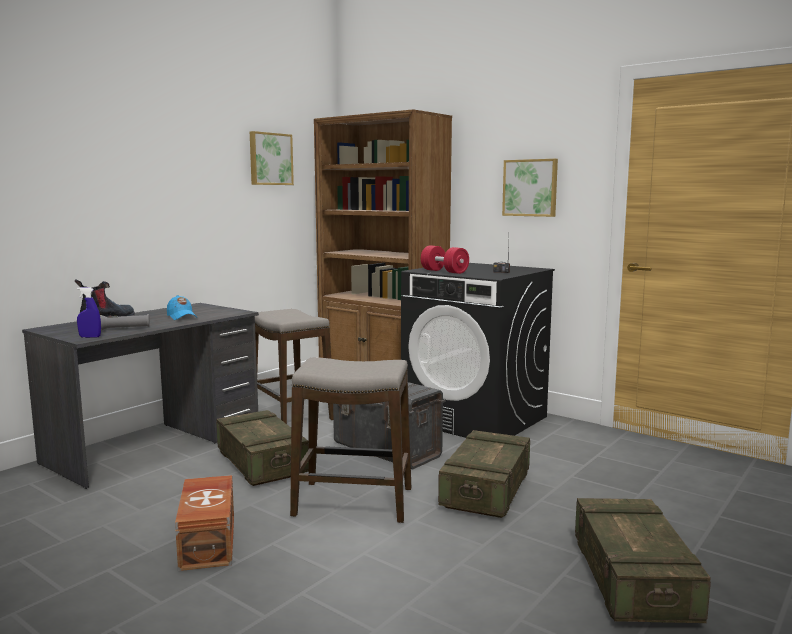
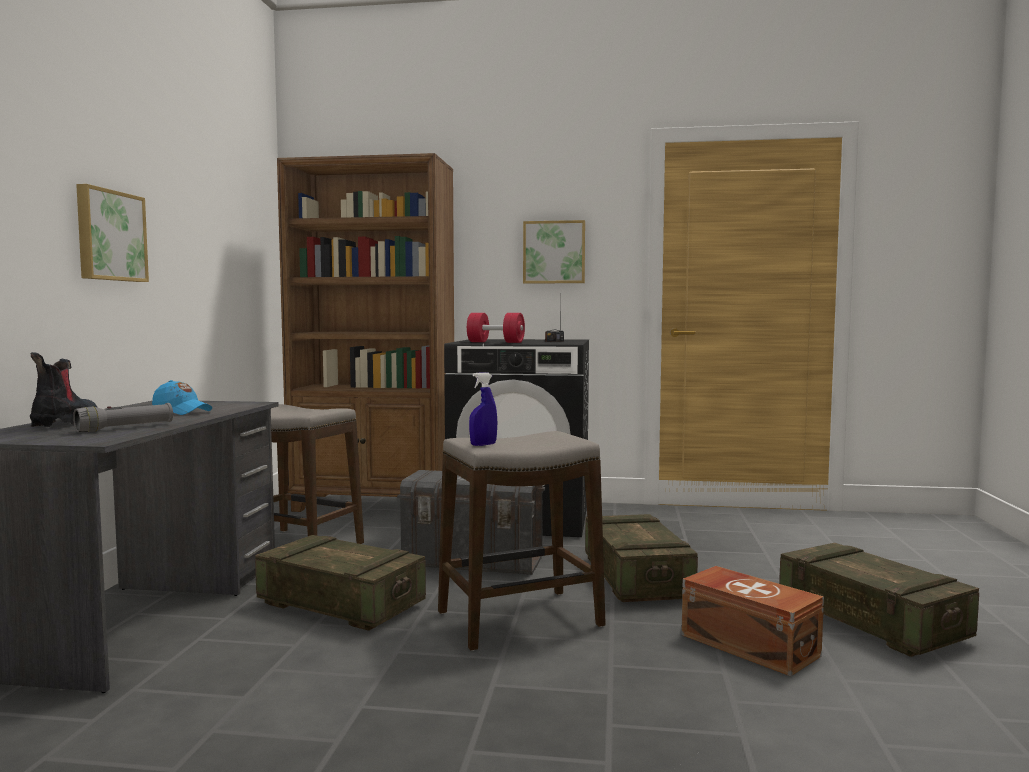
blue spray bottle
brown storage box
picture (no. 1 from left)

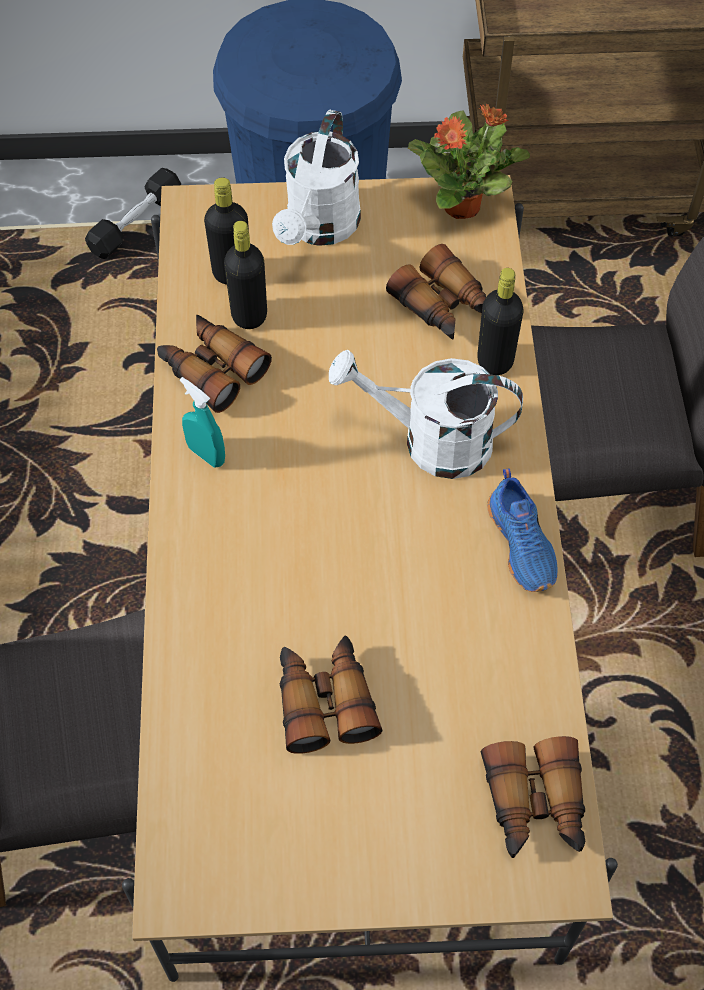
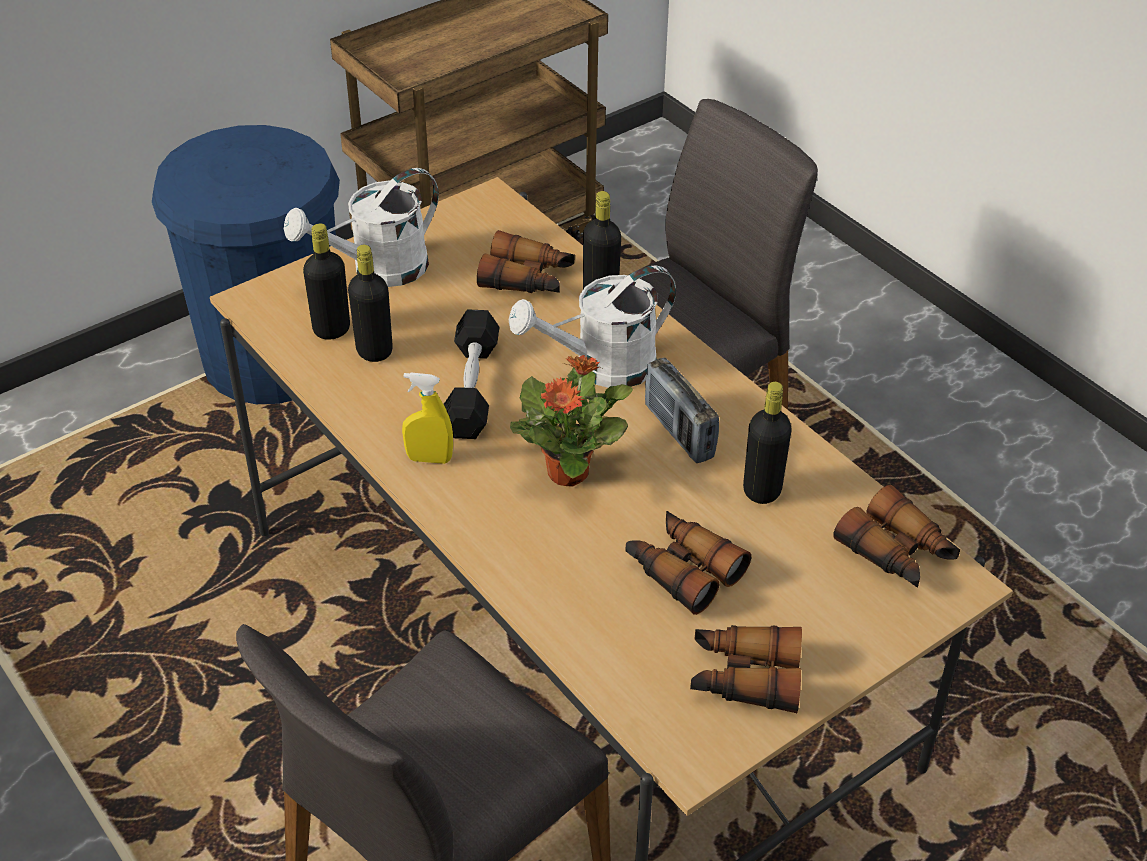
blue shoe
radio
black bottle (no. 4 from left)
black dumbbell
binoculars (no. 3 from left)
potted plant
yellow spray bottle
white watering can (no. 1 from left)

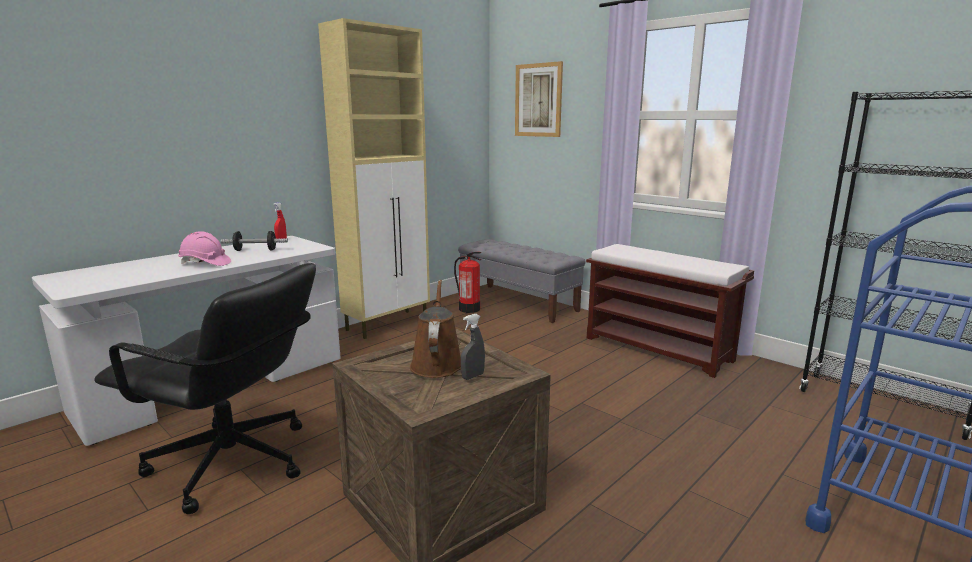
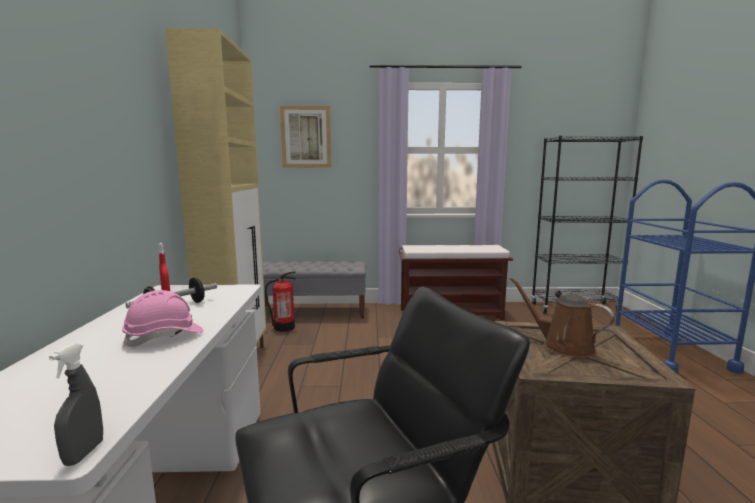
grey spray bottle

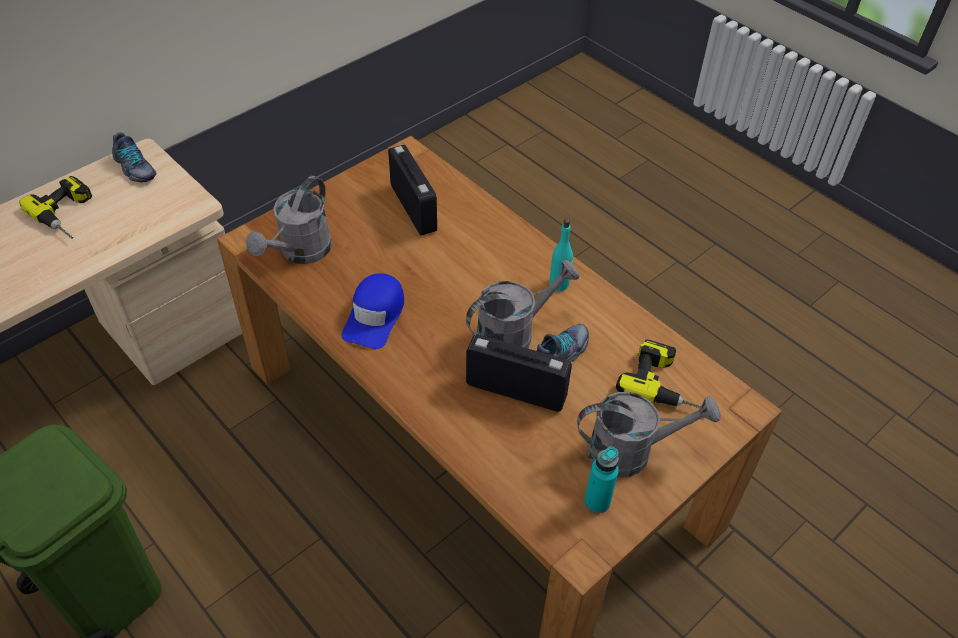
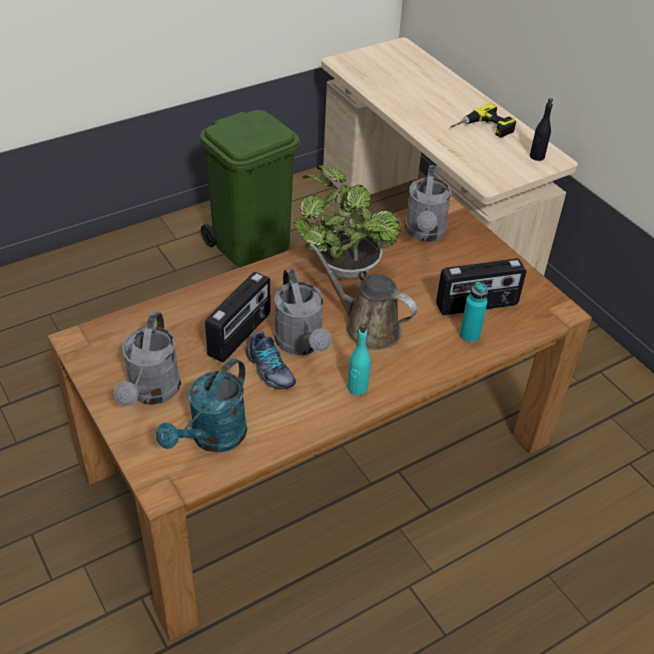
brown watering can
turquoise bottle (no. 2 from left)
black bottle
potted plant
turquoise watering can
grey watering can (no. 3 from left)

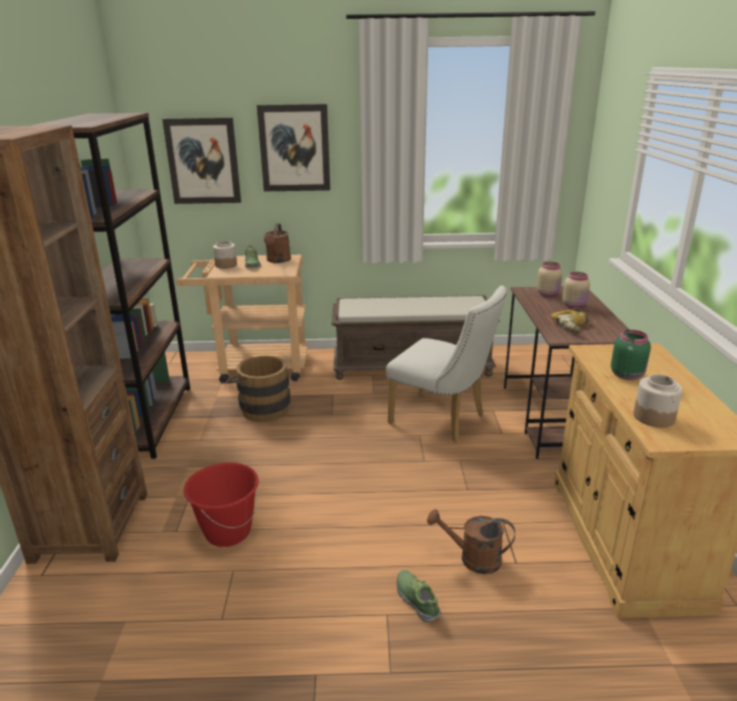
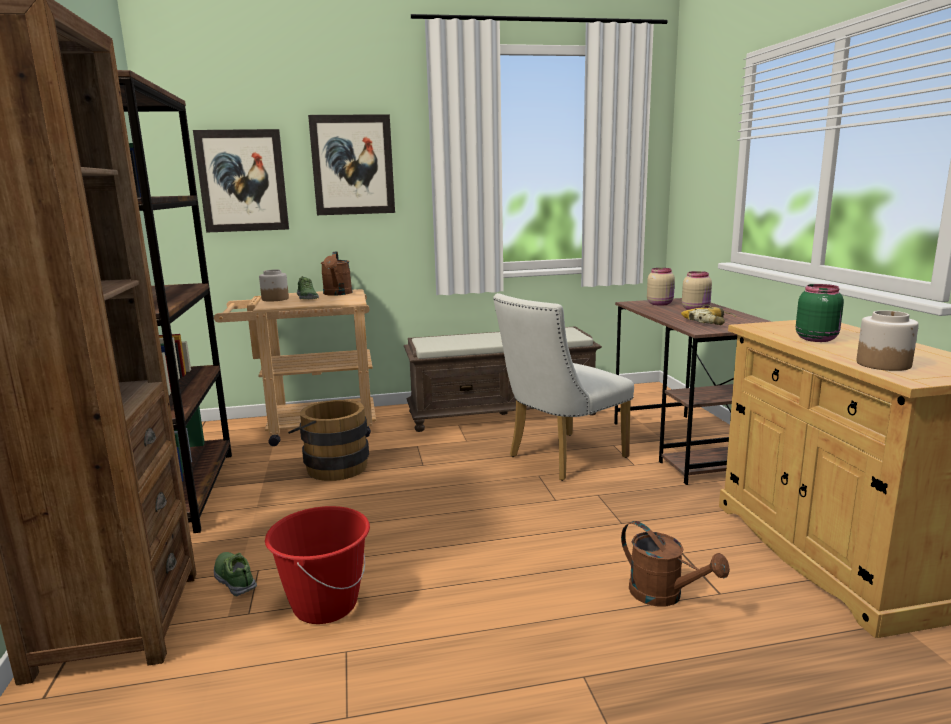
shoe (no. 1 from left)
white chair
brown watering can (no. 2 from left)

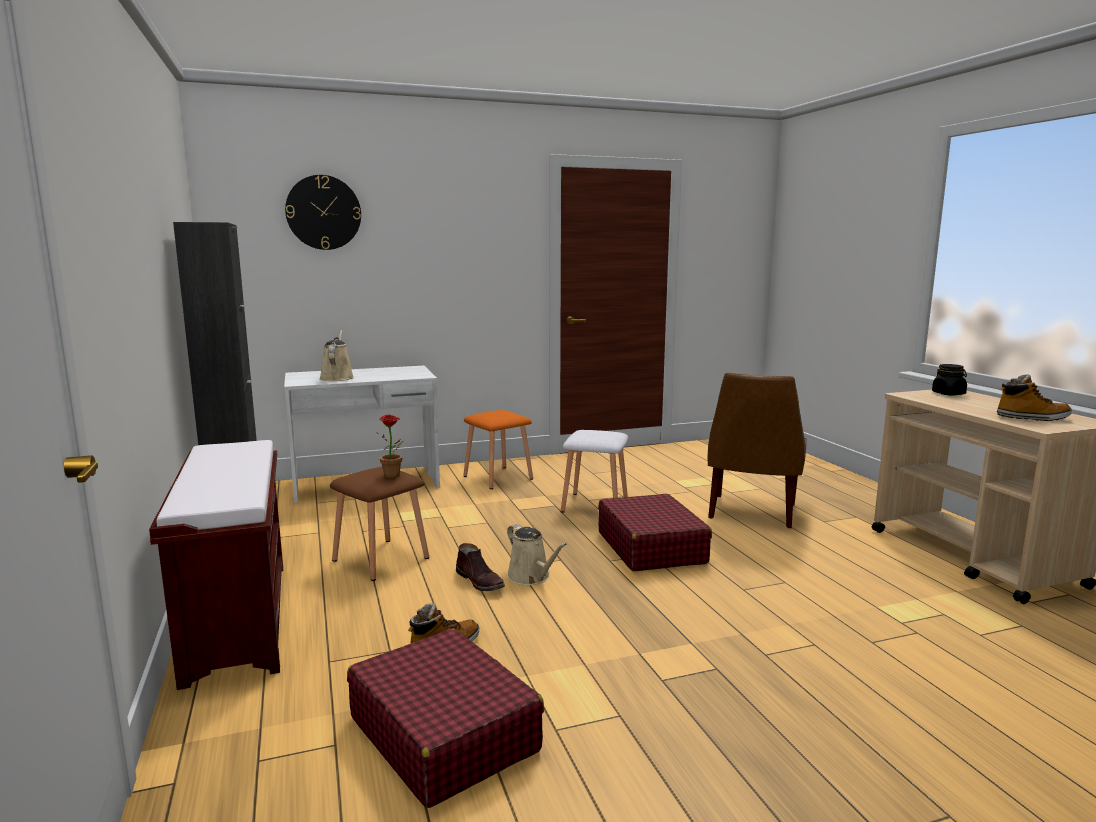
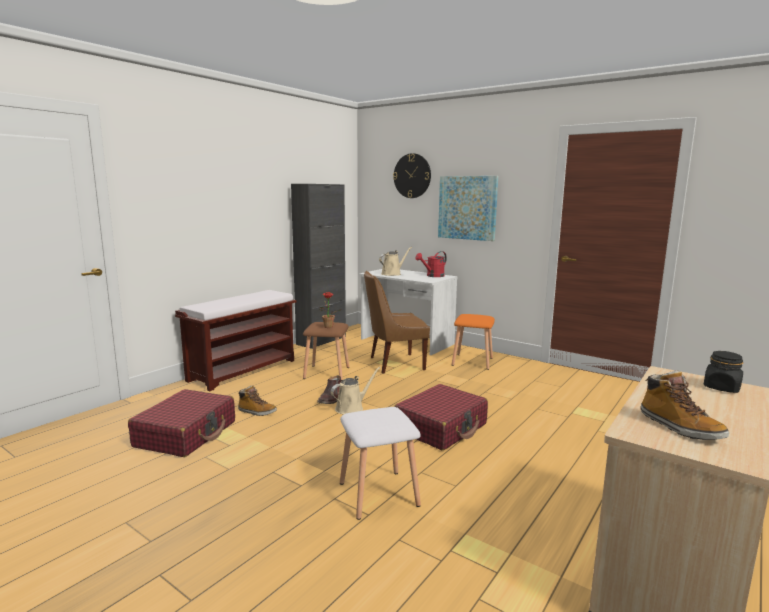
red watering can
picture
white stool
brown chair
beige watering can (no. 1 from left)

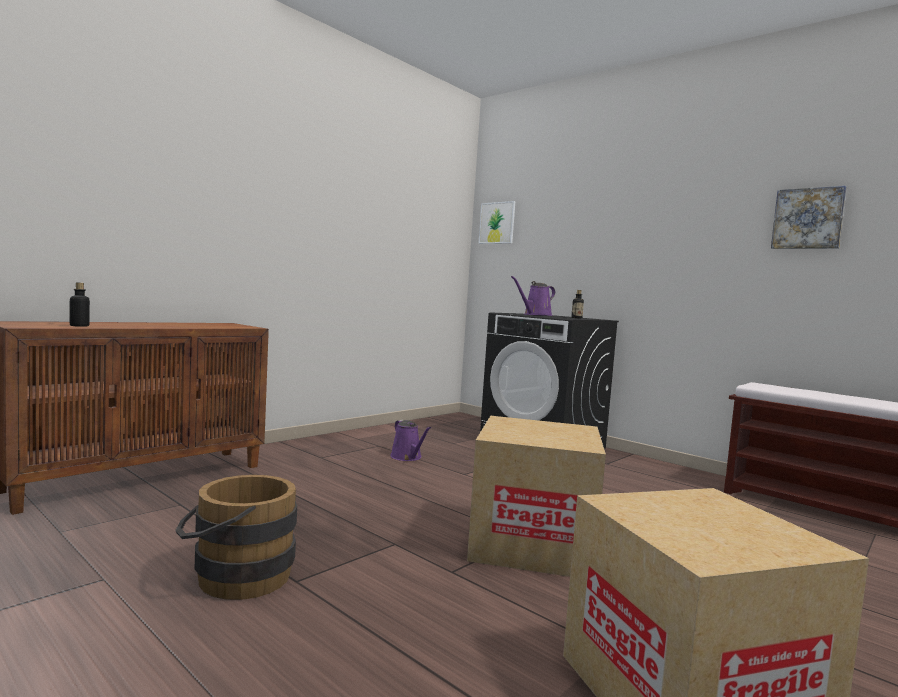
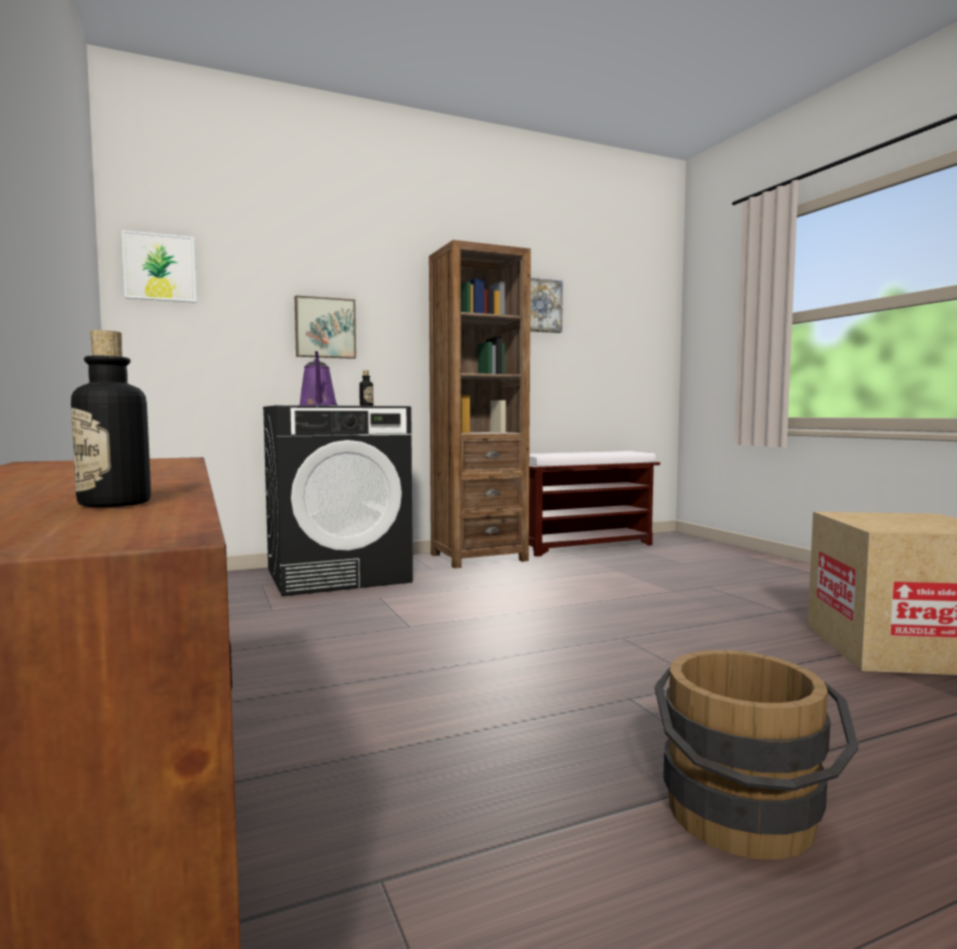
purple watering can (no. 1 from left in the first image)
cardboard box (no. 1 from left in the first image)
picture (no. 2 from left)
brown bookcase

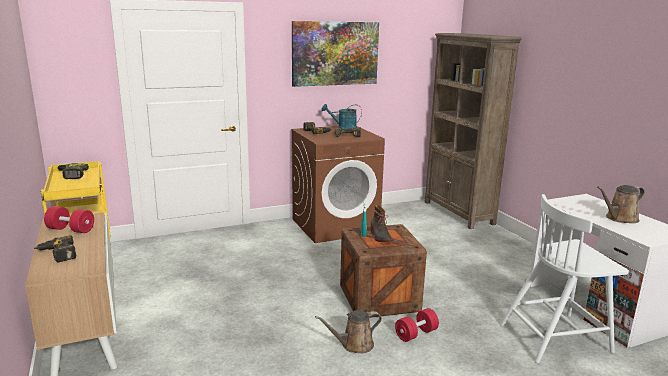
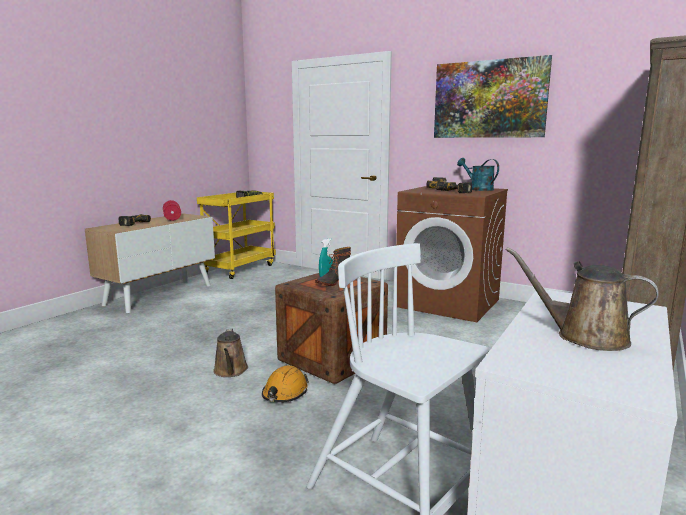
orange hard hat
brown watering can (no. 1 from left)

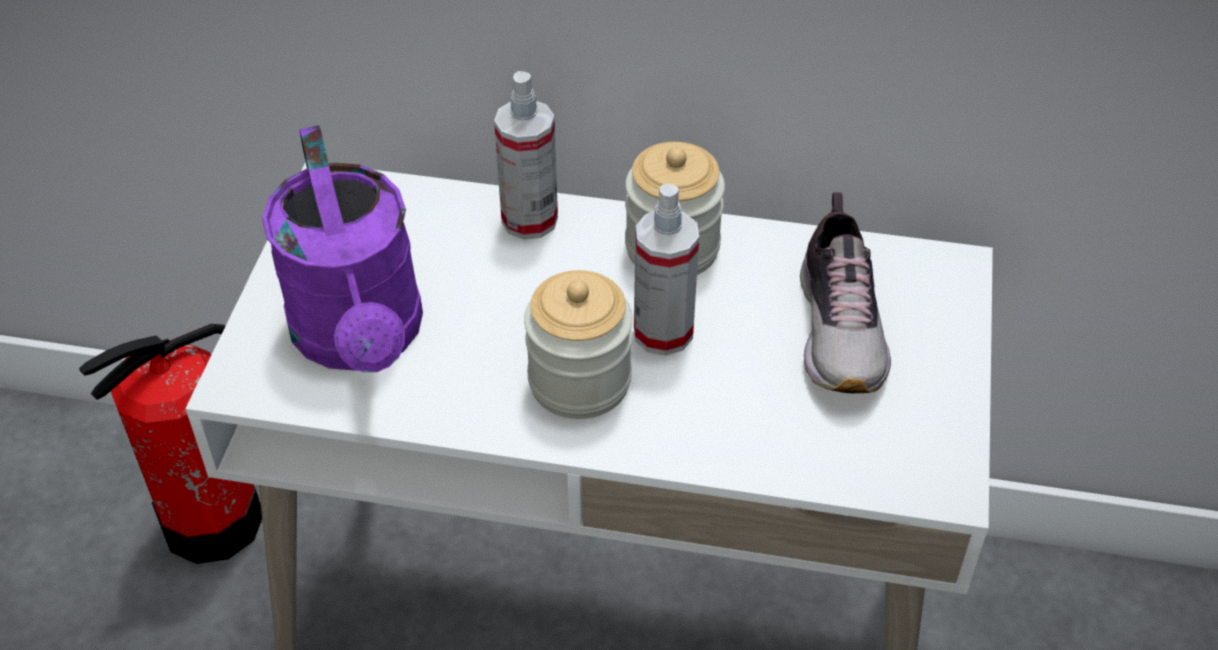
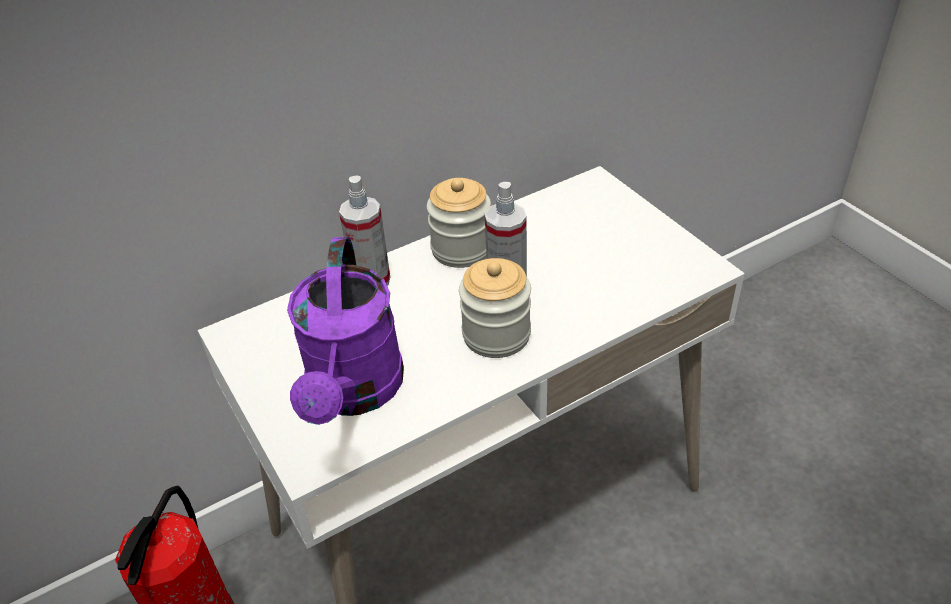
shoe
purple watering can

